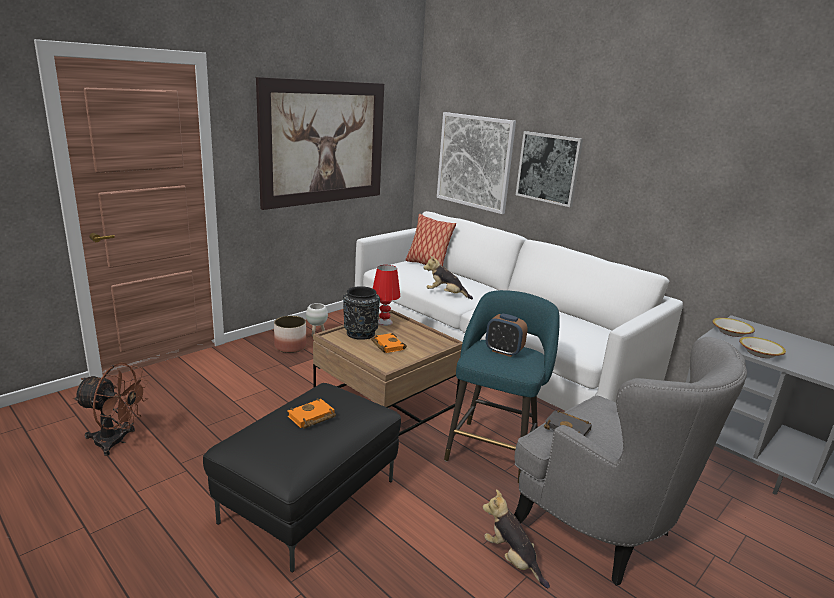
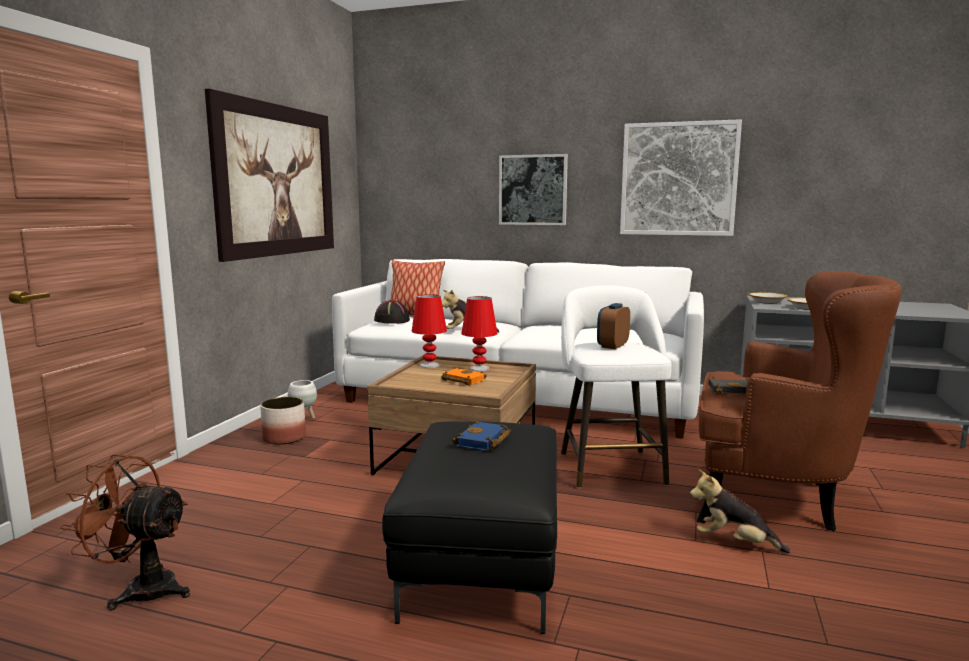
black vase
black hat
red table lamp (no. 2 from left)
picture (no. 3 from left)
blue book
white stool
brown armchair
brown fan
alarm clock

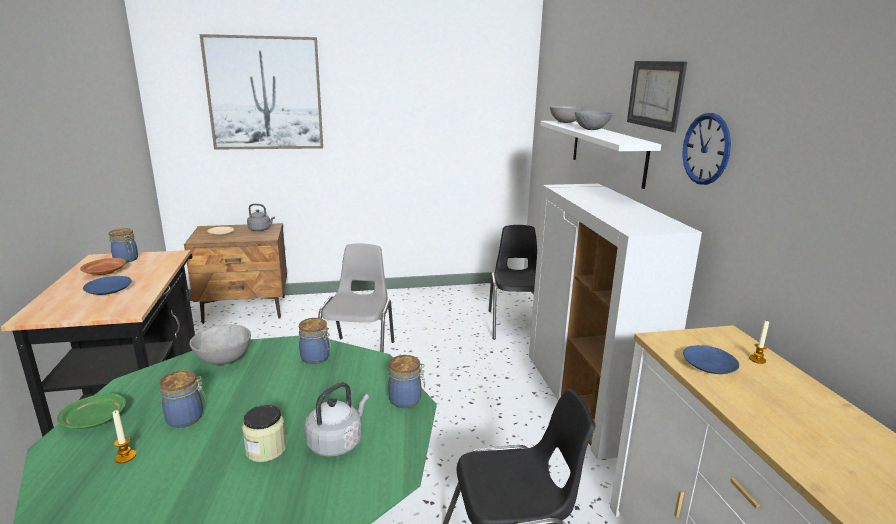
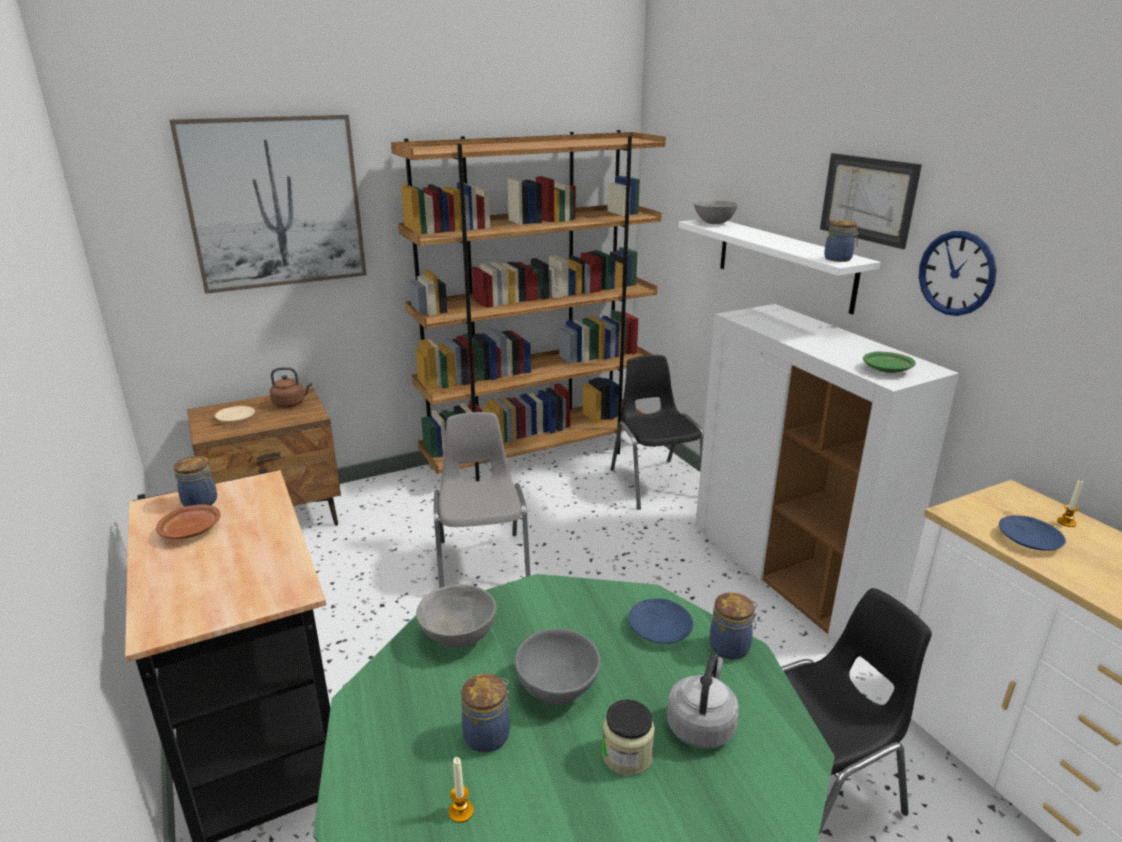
brown bookcase
green plate
blue plate (no. 1 from left)
jar (no. 5 from left)
grey bowl (no. 2 from left)
brown kettle

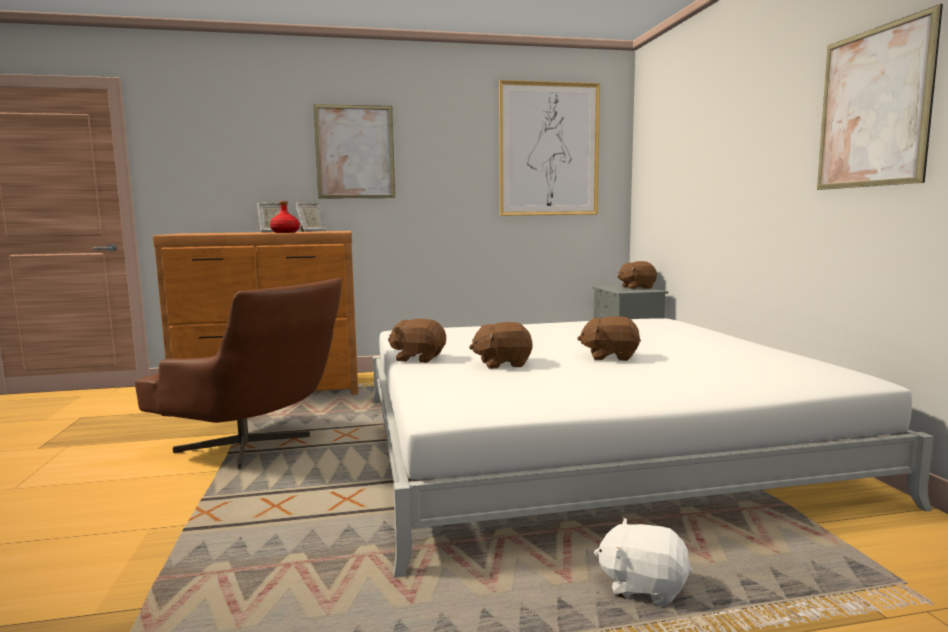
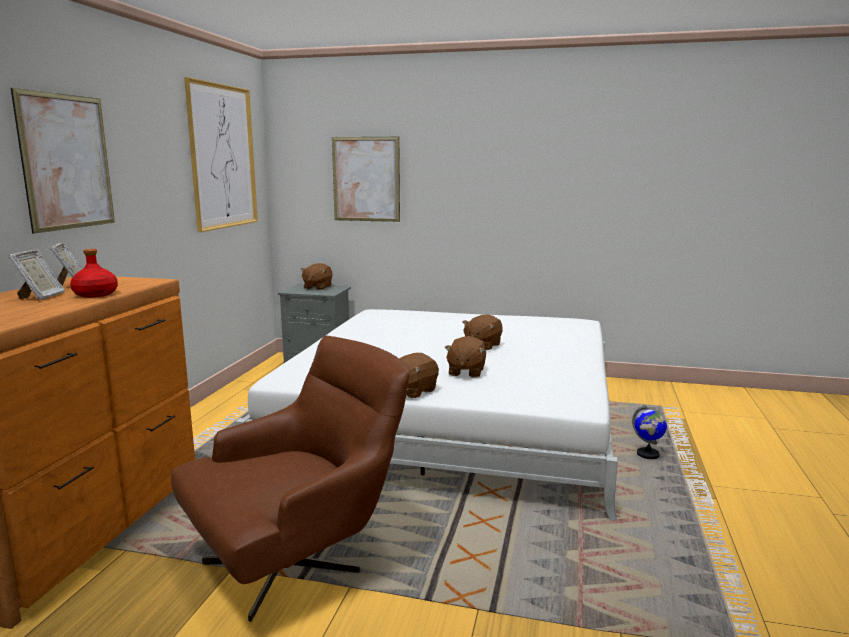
picture (no. 3 from left)
globe

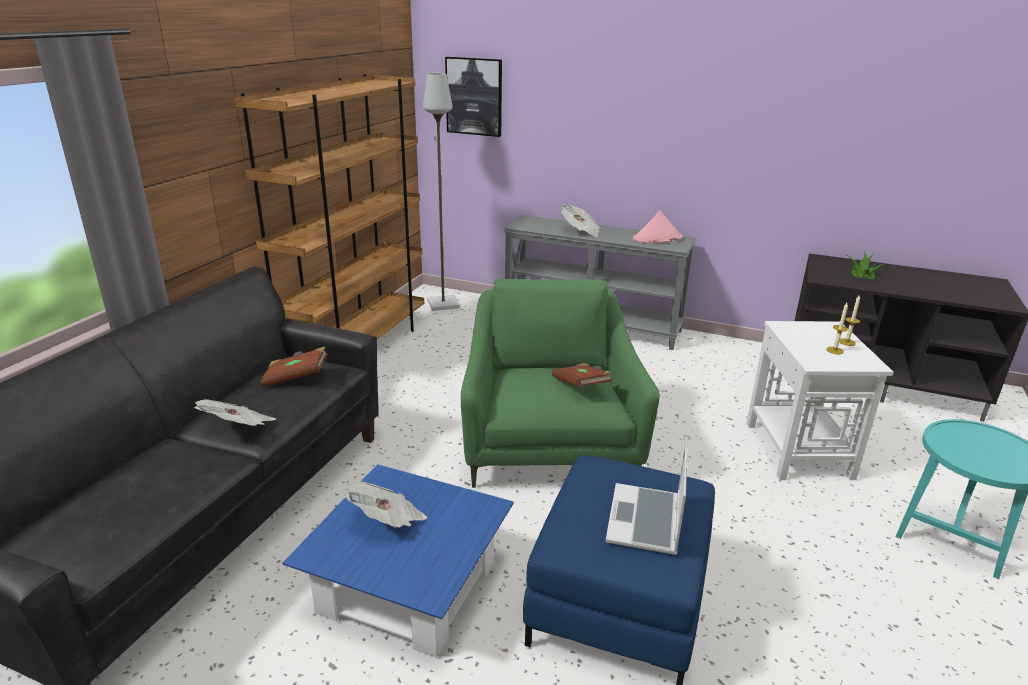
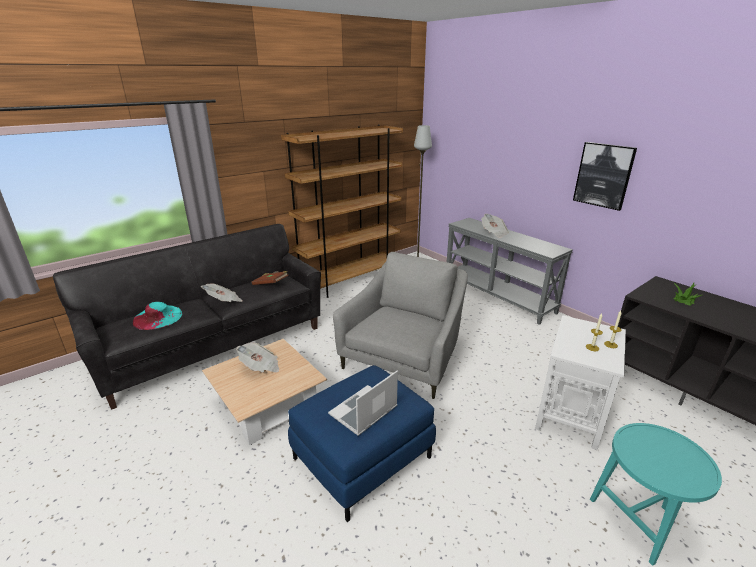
brown book (no. 2 from left in the first image)
pink hat
turquoise hat
picture
beige coffee table
grey armchair

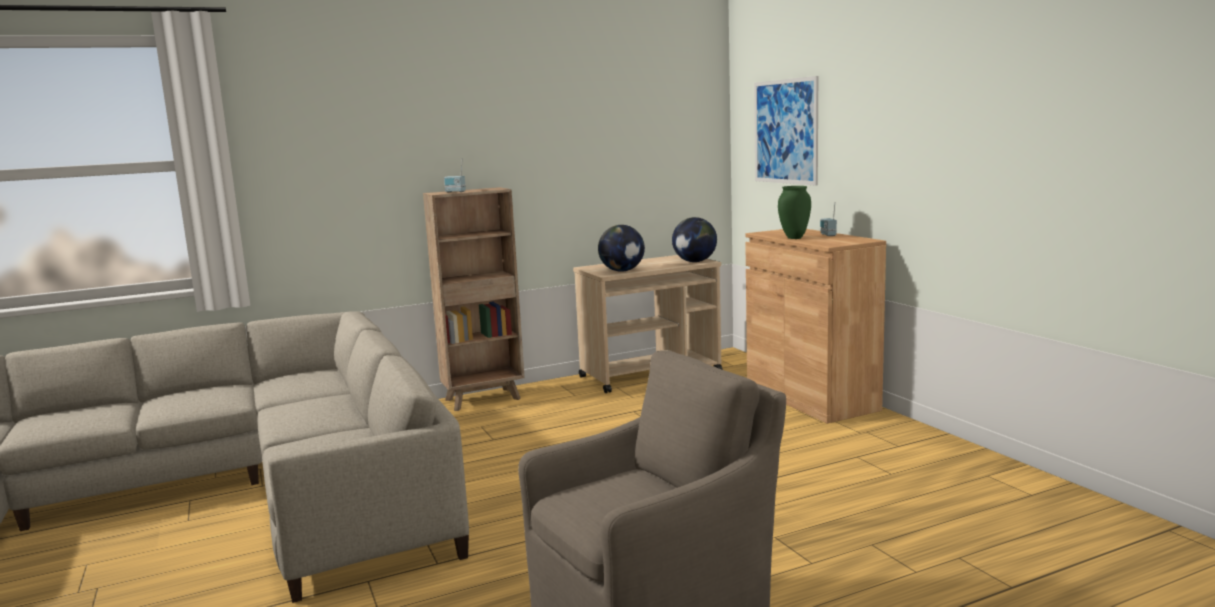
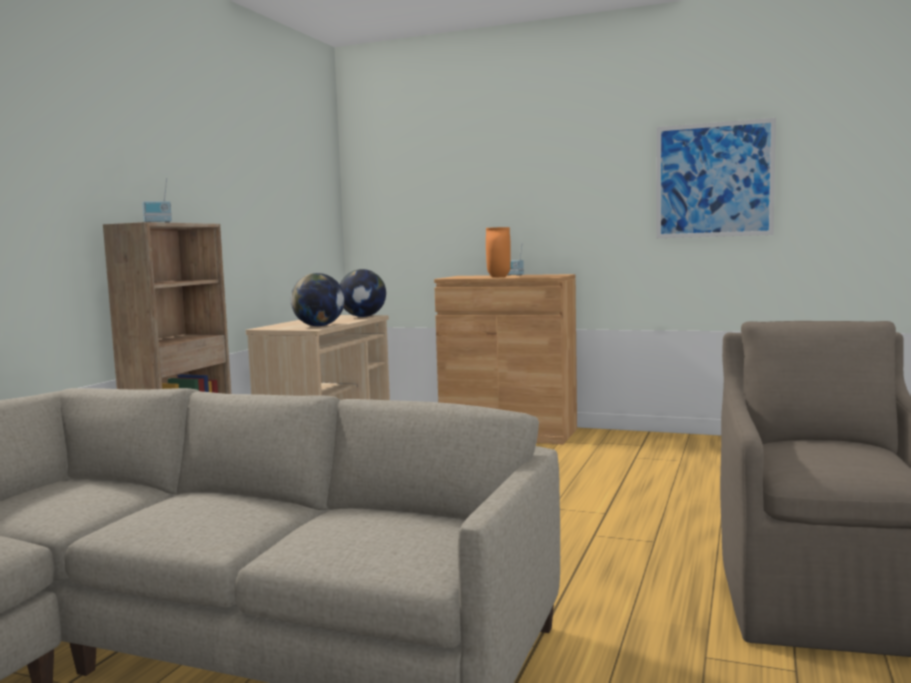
picture
orange vase

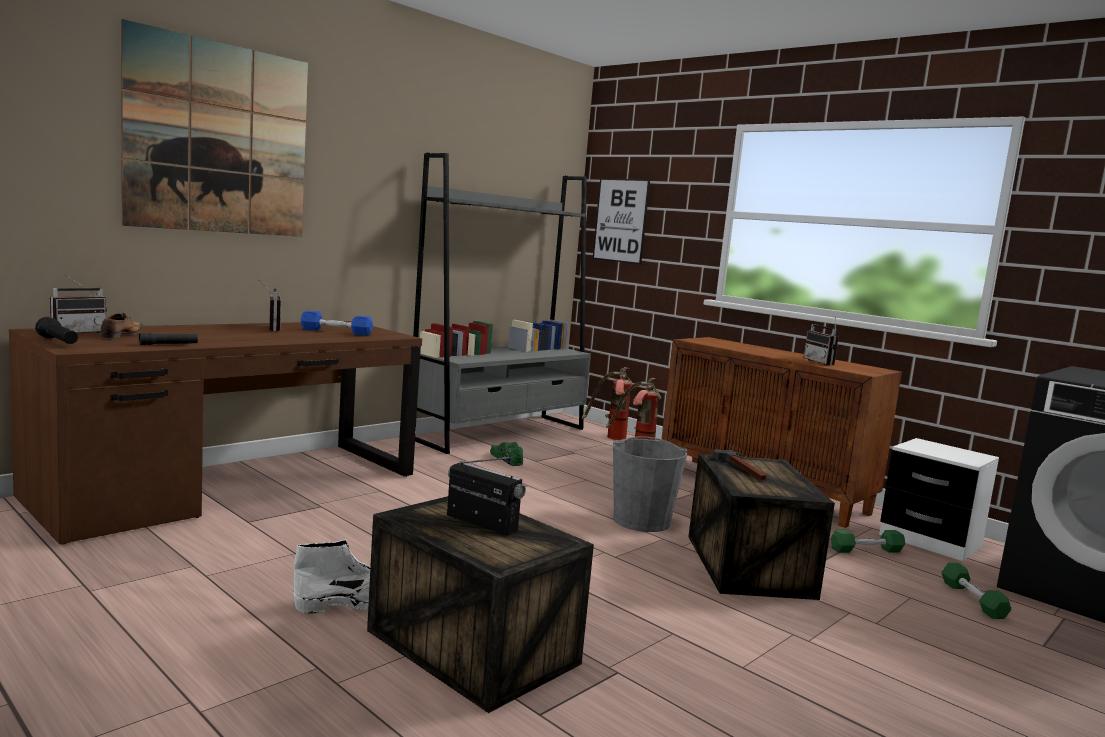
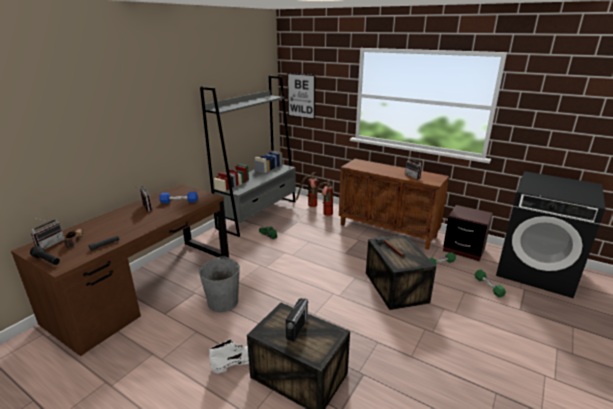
picture (no. 1 from left in the first image)
grey bucket
brown nightstand
radio (no. 3 from left)

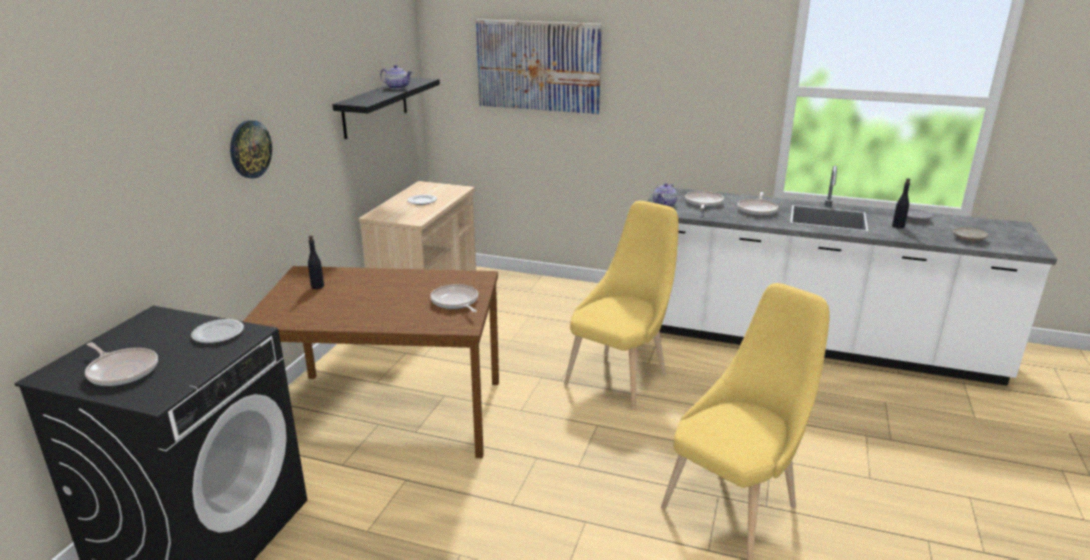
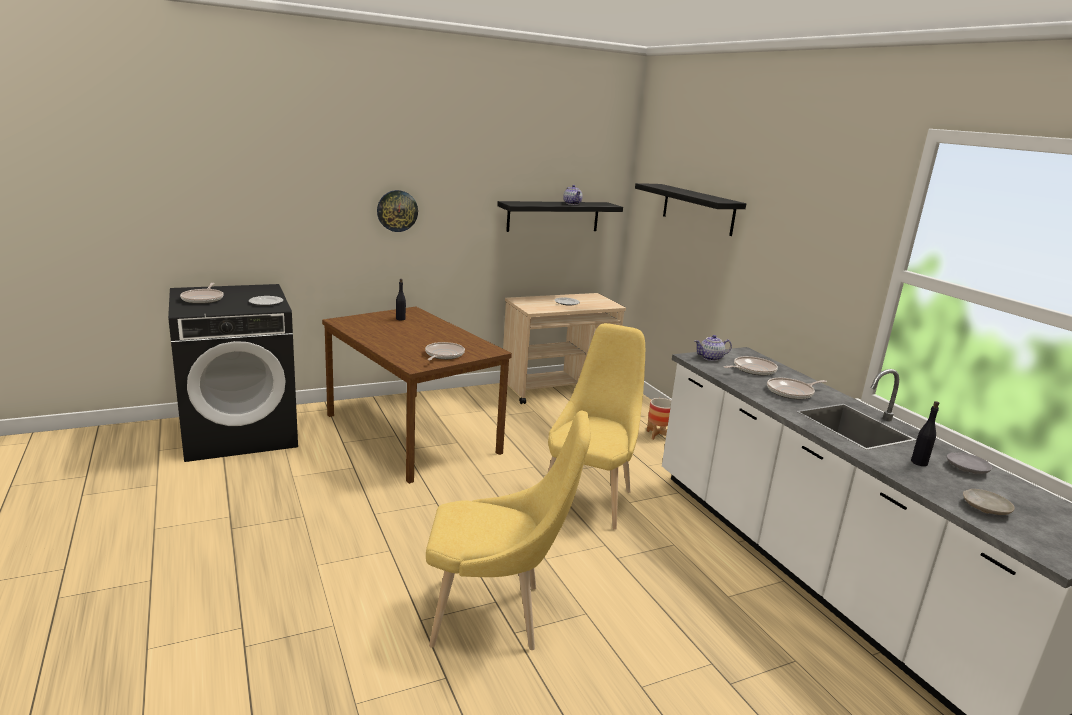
planter
black shelf (no. 2 from left)
yellow chair (no. 2 from left)

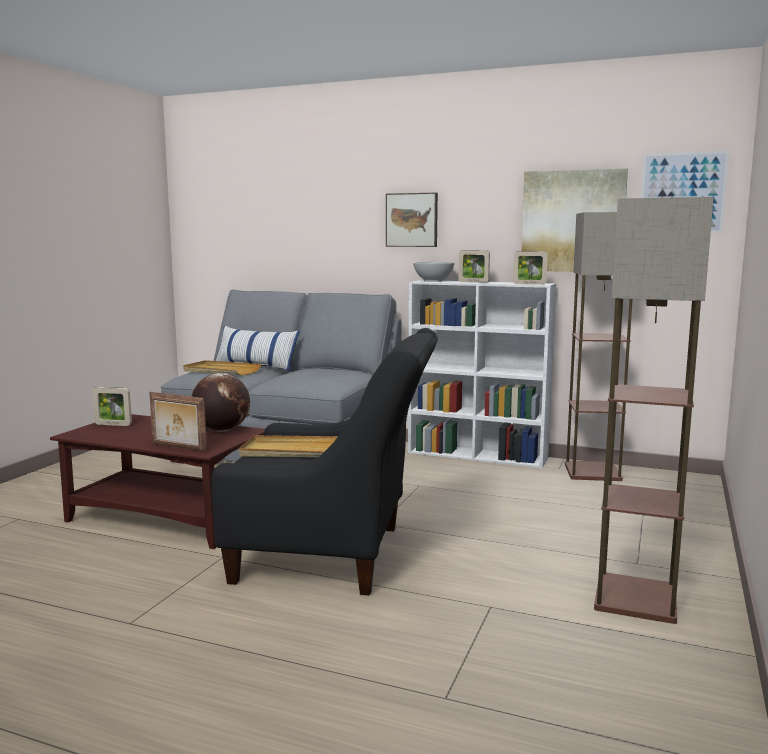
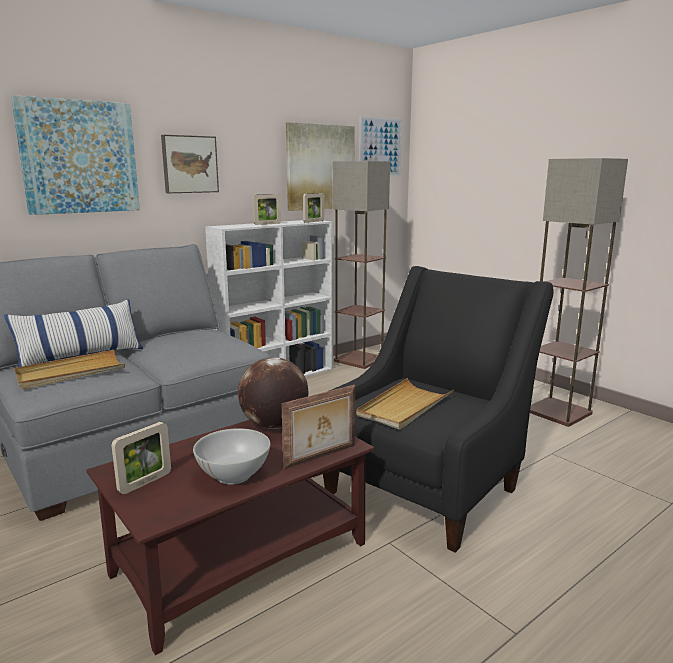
picture (no. 1 from left)
white bowl

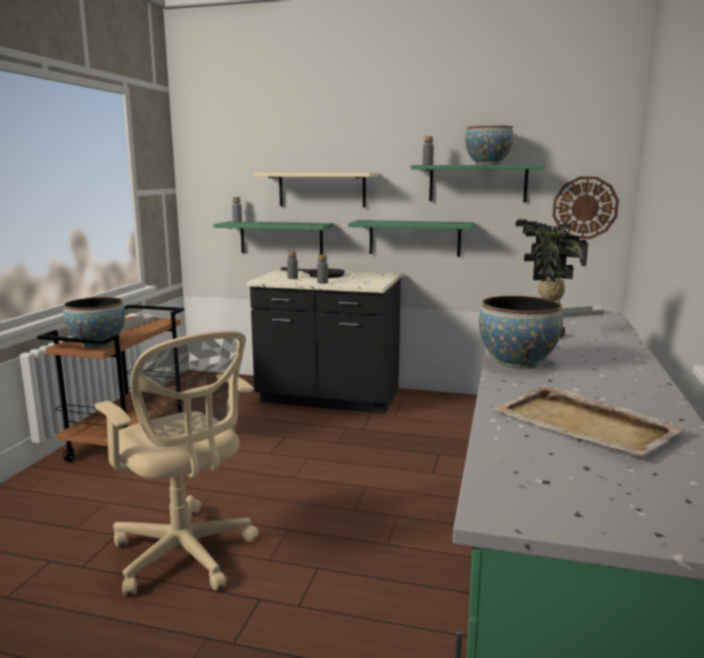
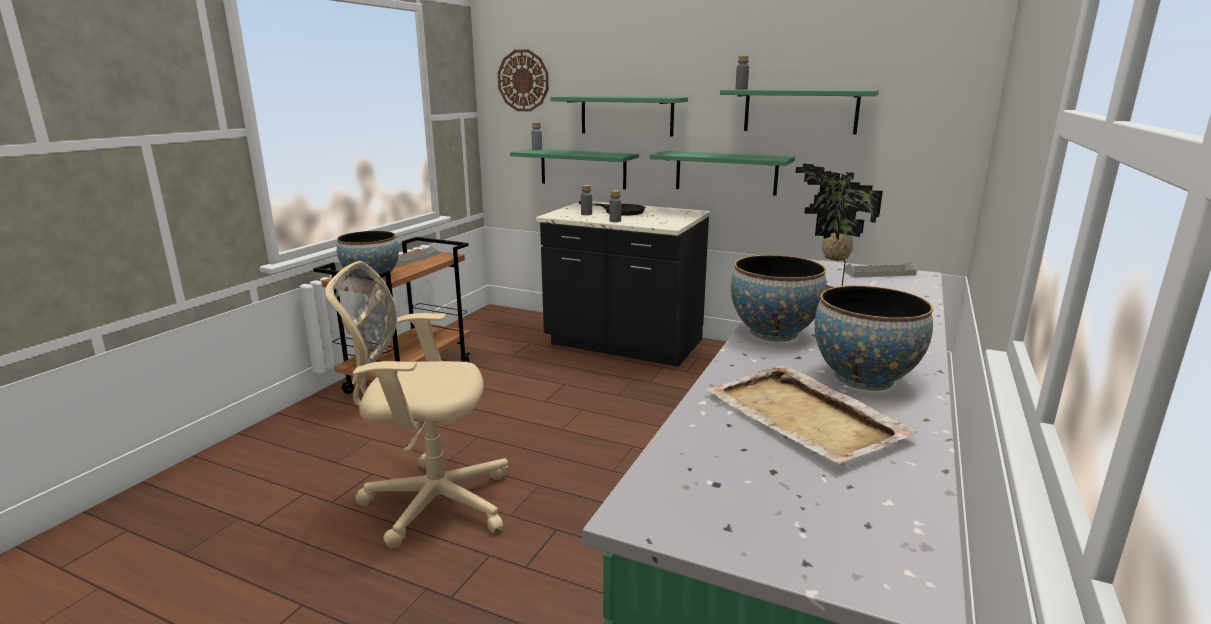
bowl (no. 3 from left)
wall clock
green shelf (no. 2 from left)
beige office chair

